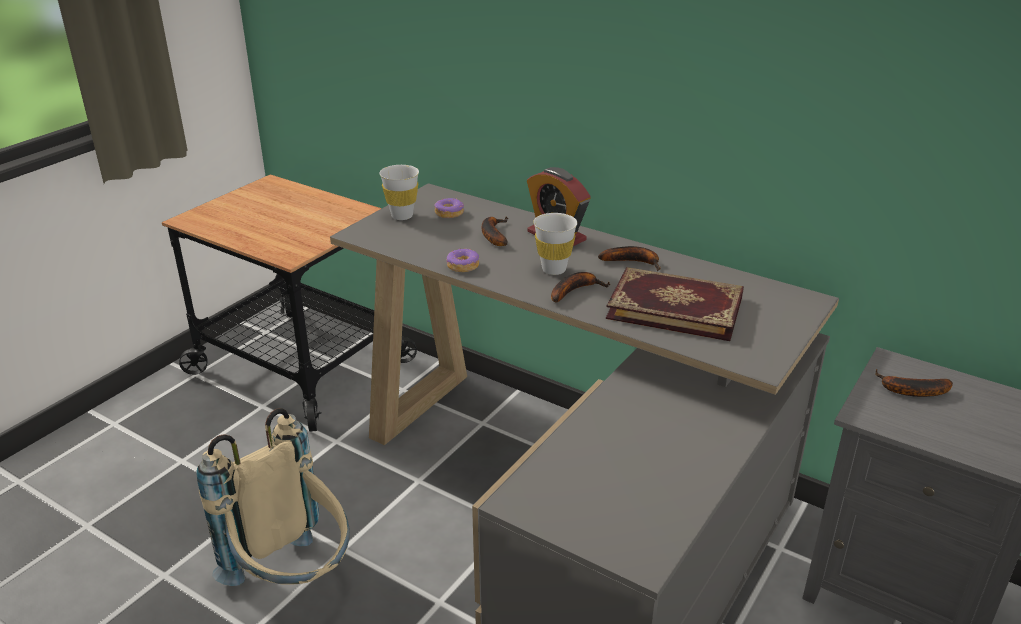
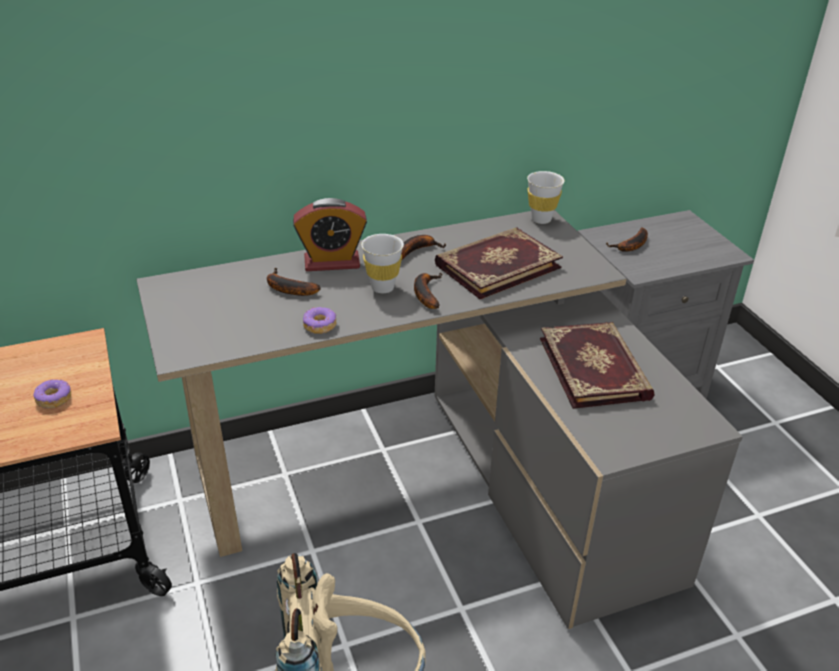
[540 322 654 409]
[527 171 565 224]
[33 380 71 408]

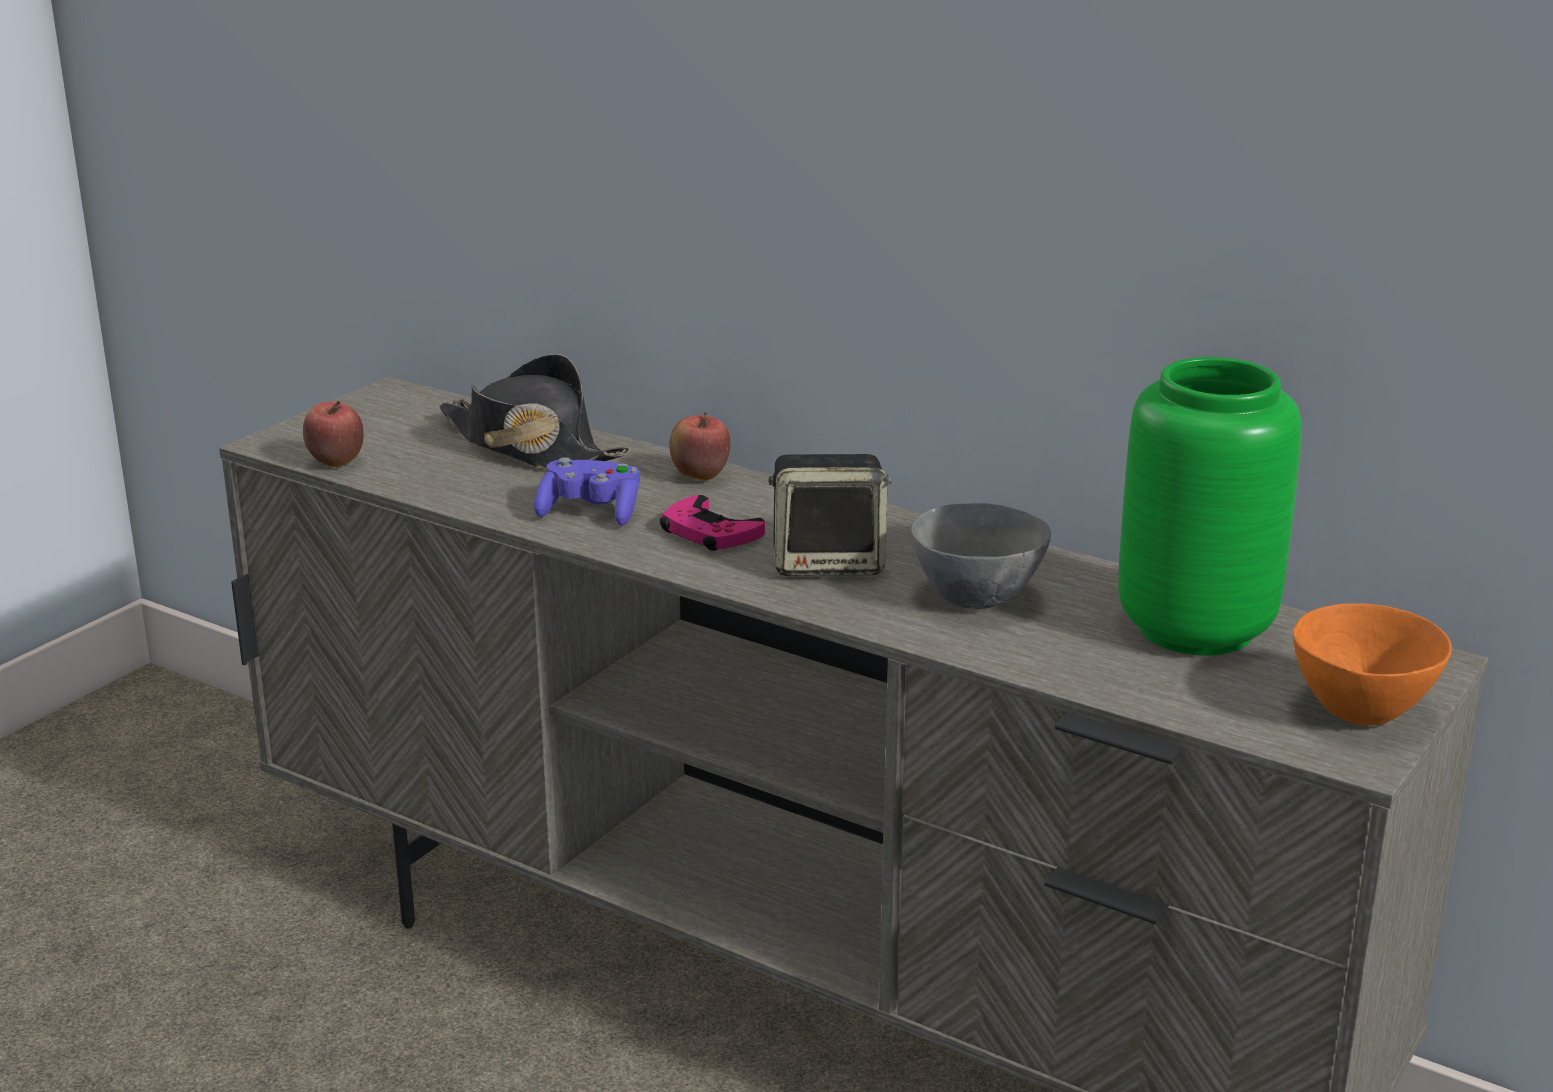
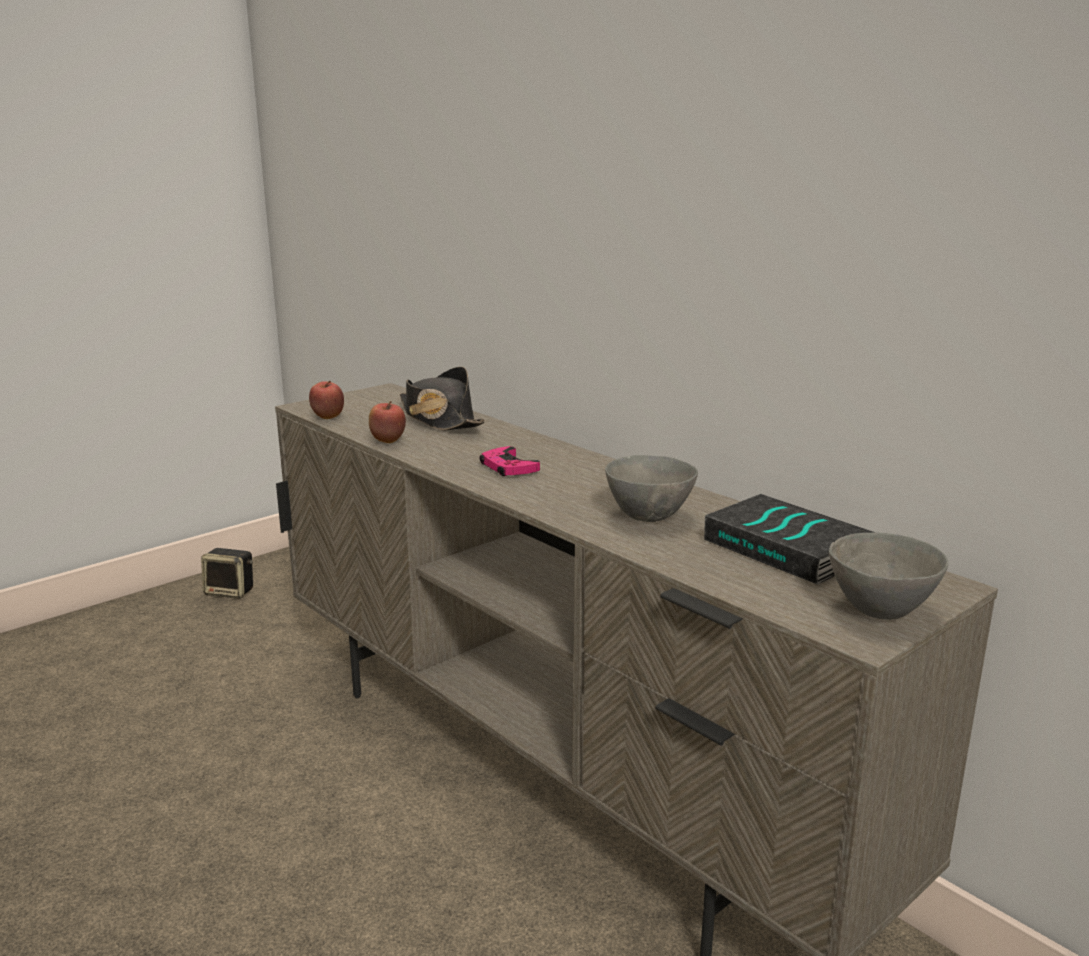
[534 457 640 526] (first image)
[369 401 406 443]
[201 548 253 599]
[704 494 876 585]
[829 532 949 620]

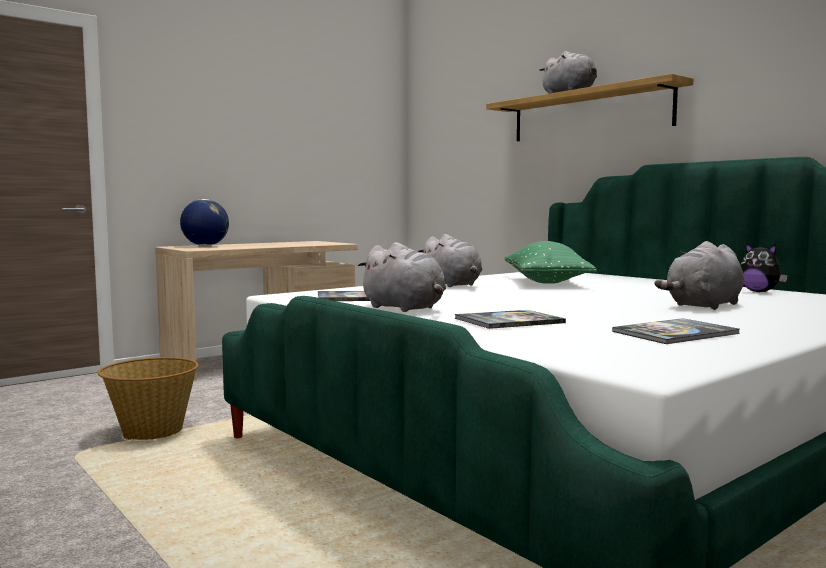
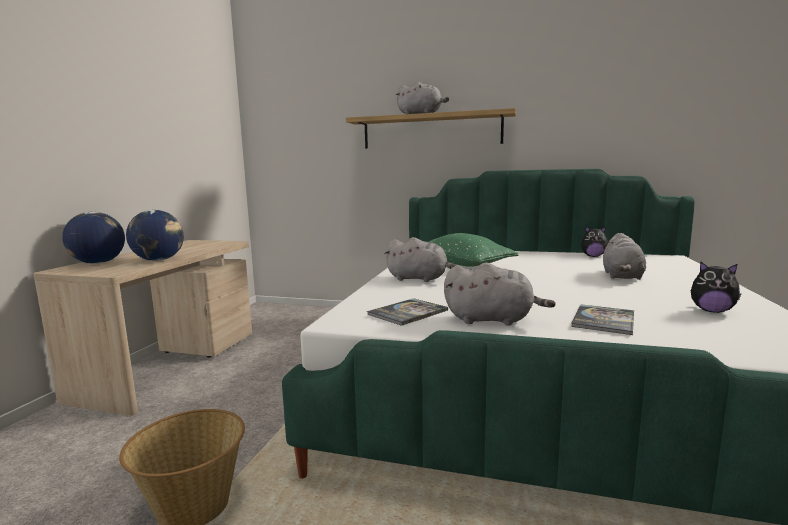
[126 210 184 261]
[691 262 741 313]

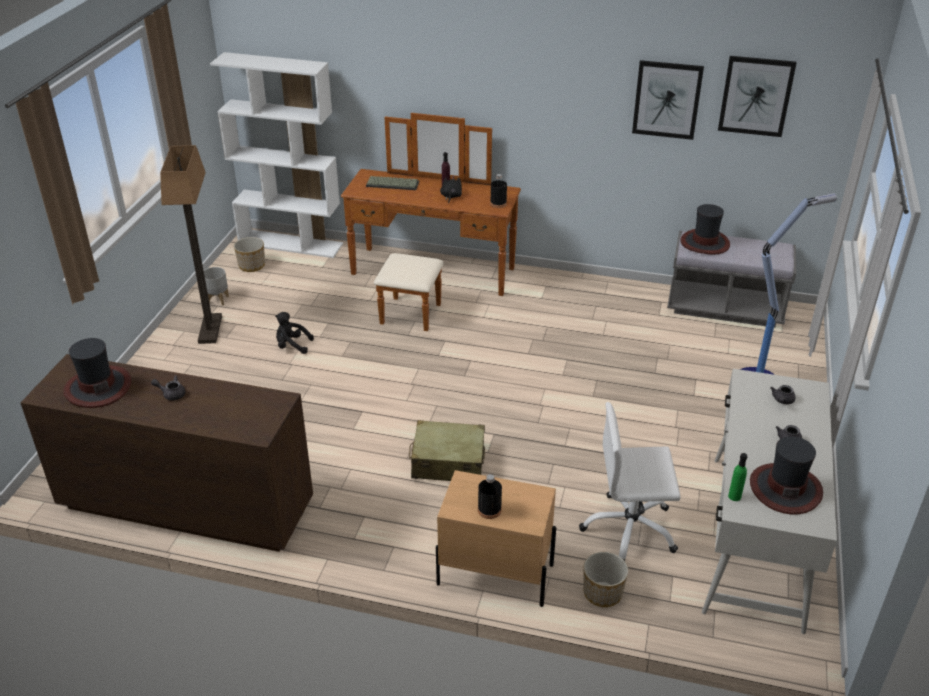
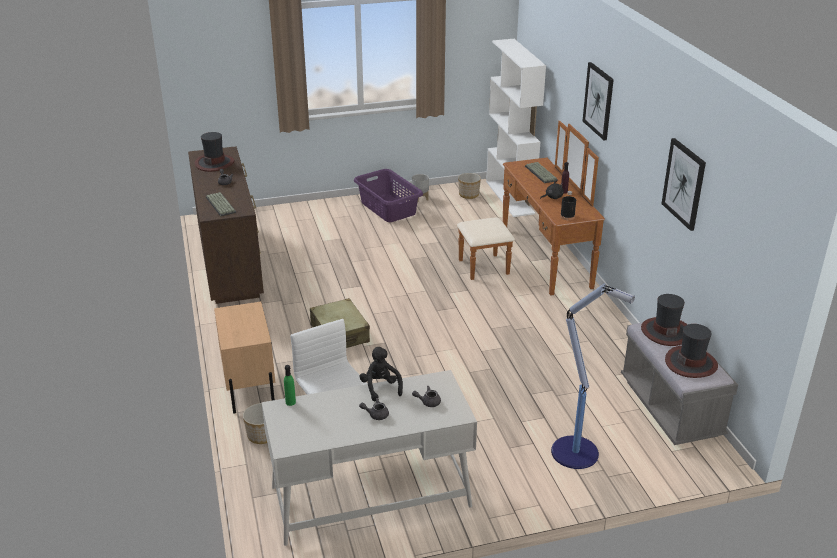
[478 474 502 519] (first image)
[206 192 236 216]
[359 347 403 401]
[583 62 614 140]
[665 324 718 378]
[354 169 423 222]

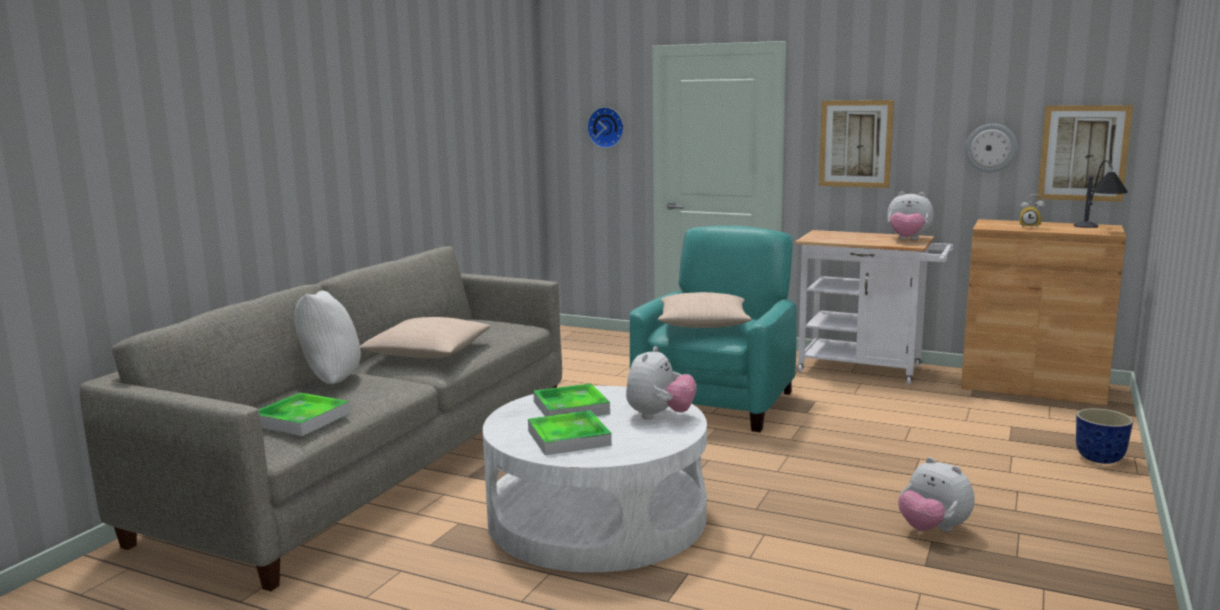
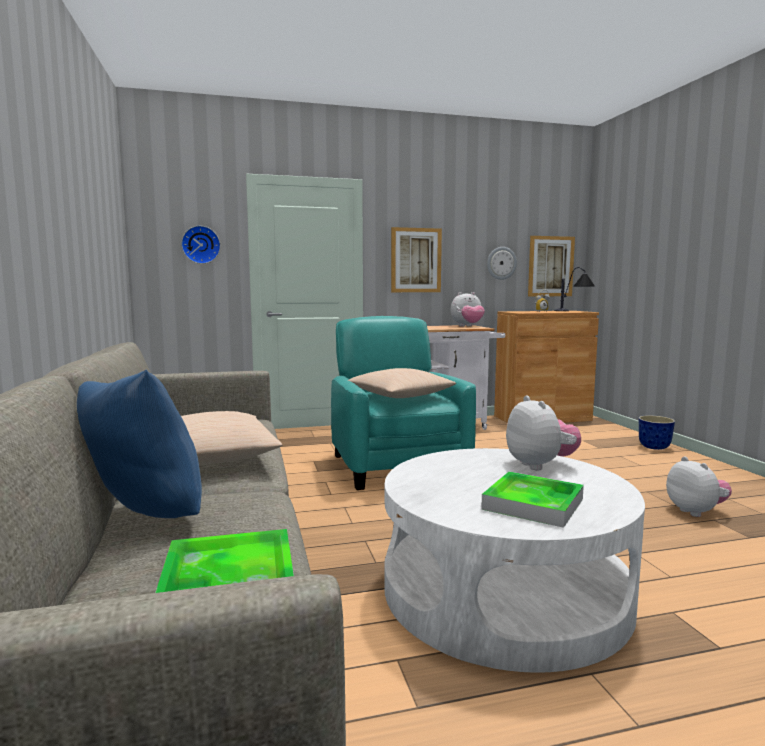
[533 383 610 416] (first image)
[77 369 202 518]
[666 457 732 517]

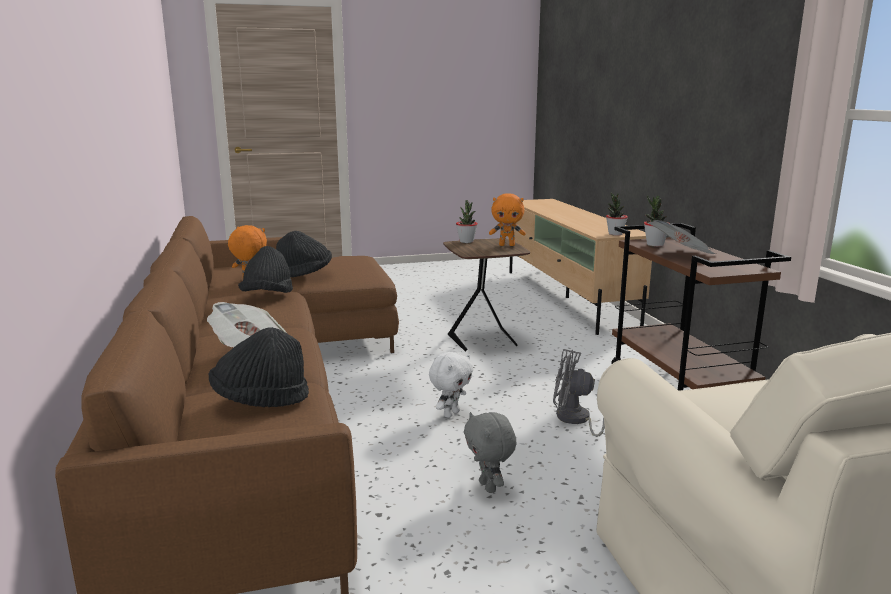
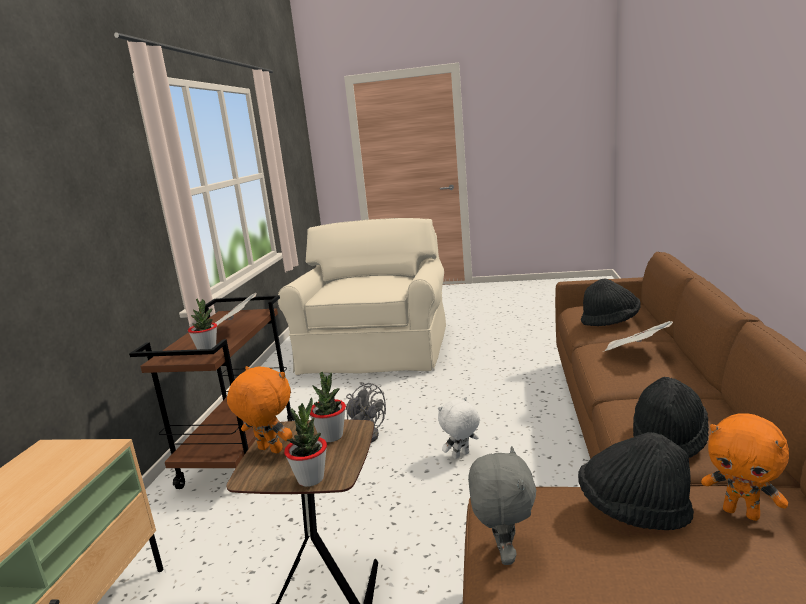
[468 446 536 565]
[310 371 346 442]

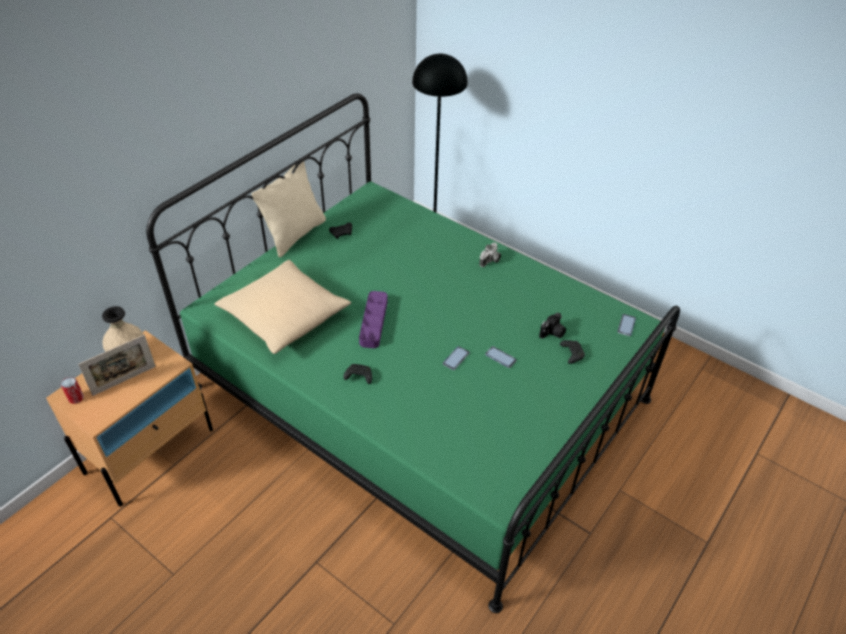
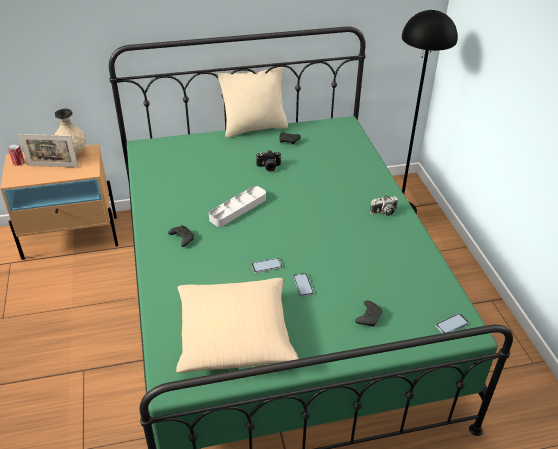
[176 278 299 373]
[256 150 281 172]
[209 186 266 227]

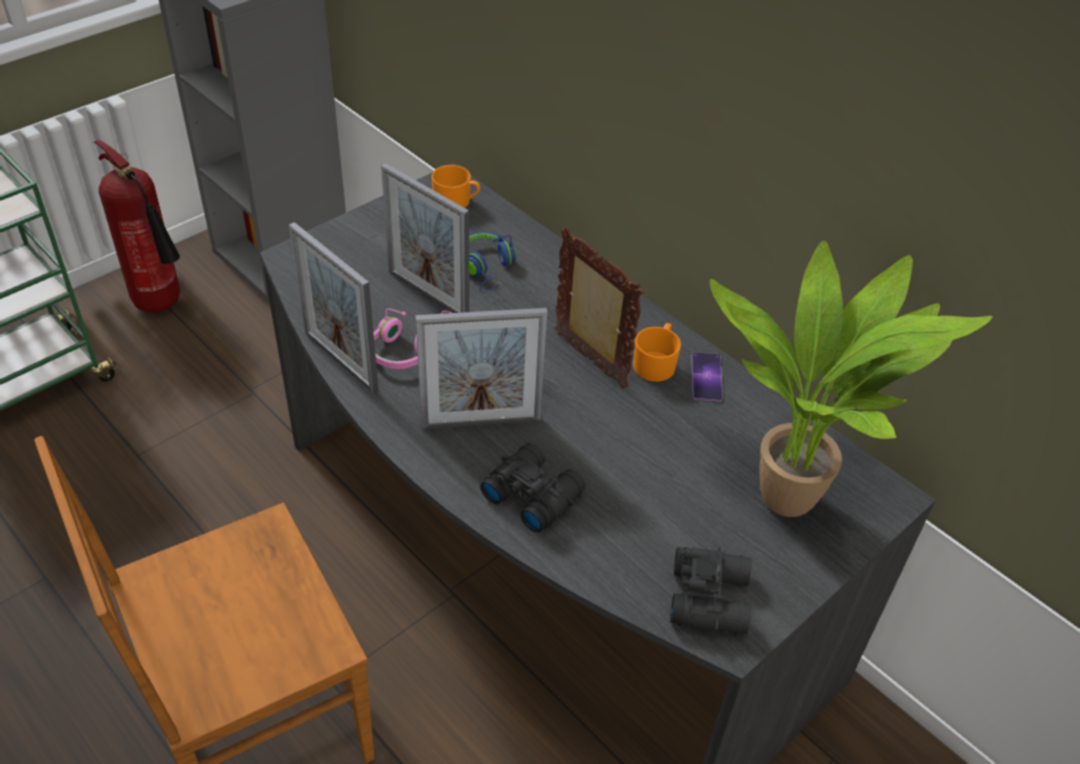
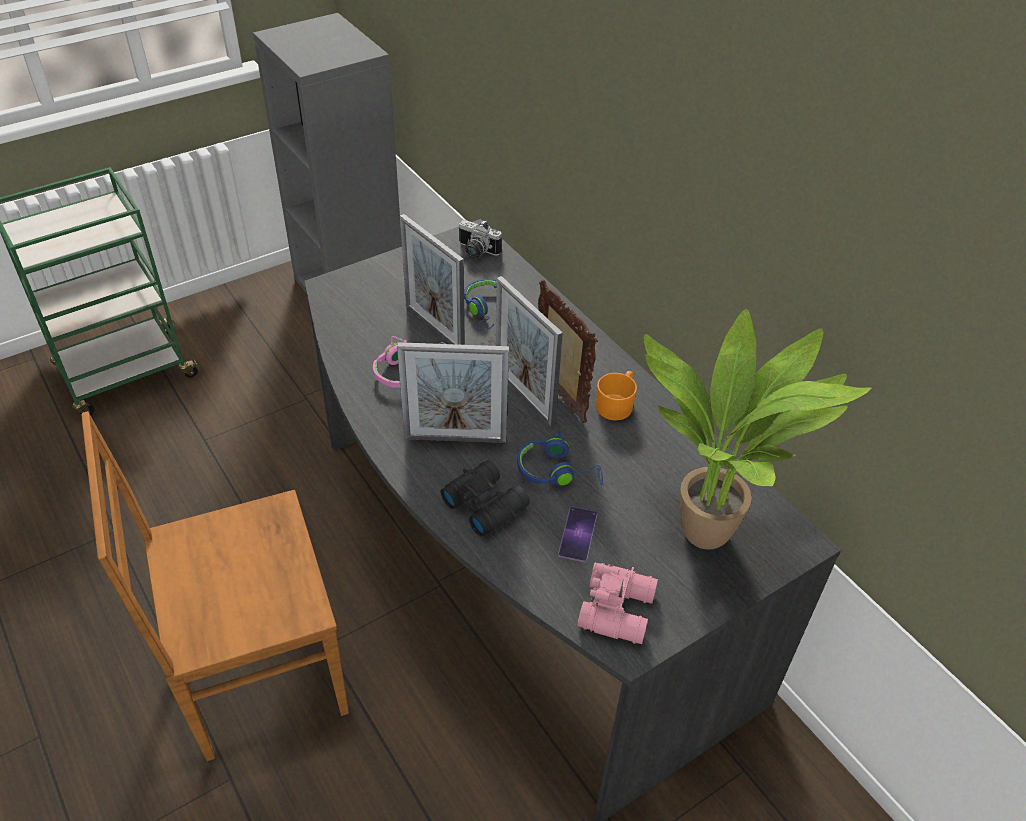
[94 139 180 312] (first image)
[517 429 603 486]
[496 276 563 427]
[558 507 597 562]
[459 220 502 259]
[577 563 658 644]

